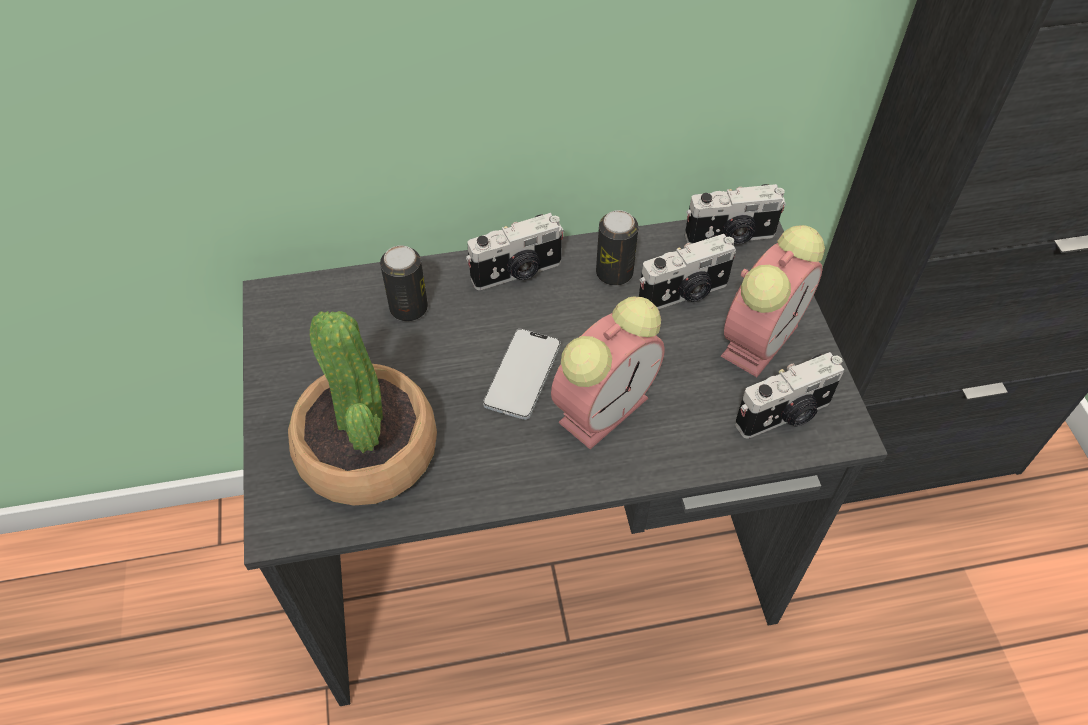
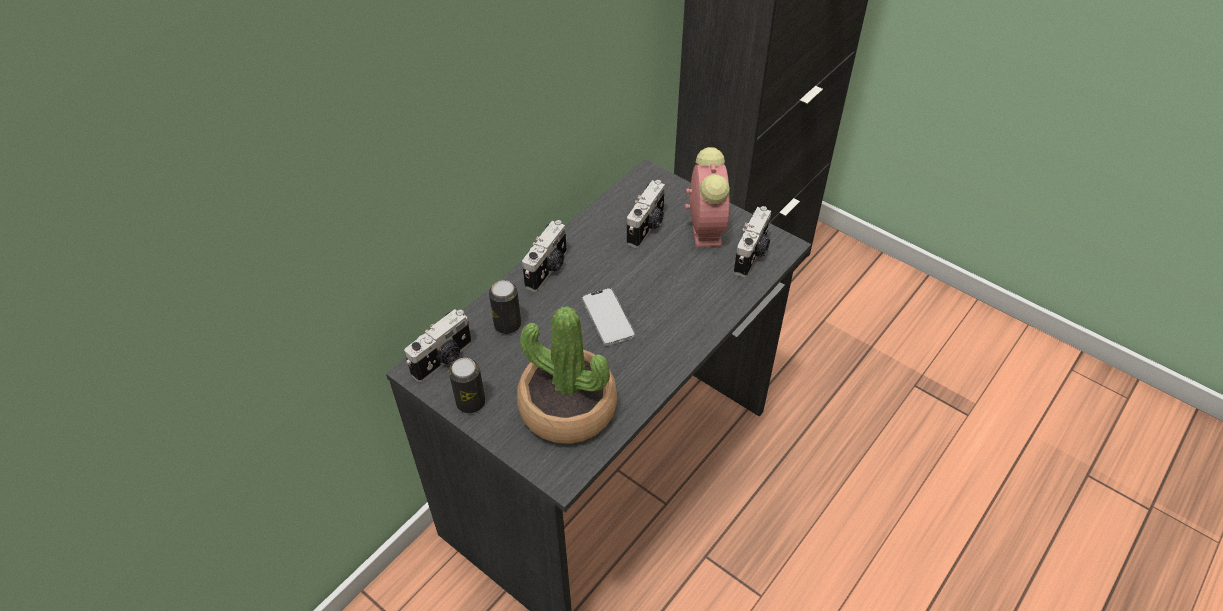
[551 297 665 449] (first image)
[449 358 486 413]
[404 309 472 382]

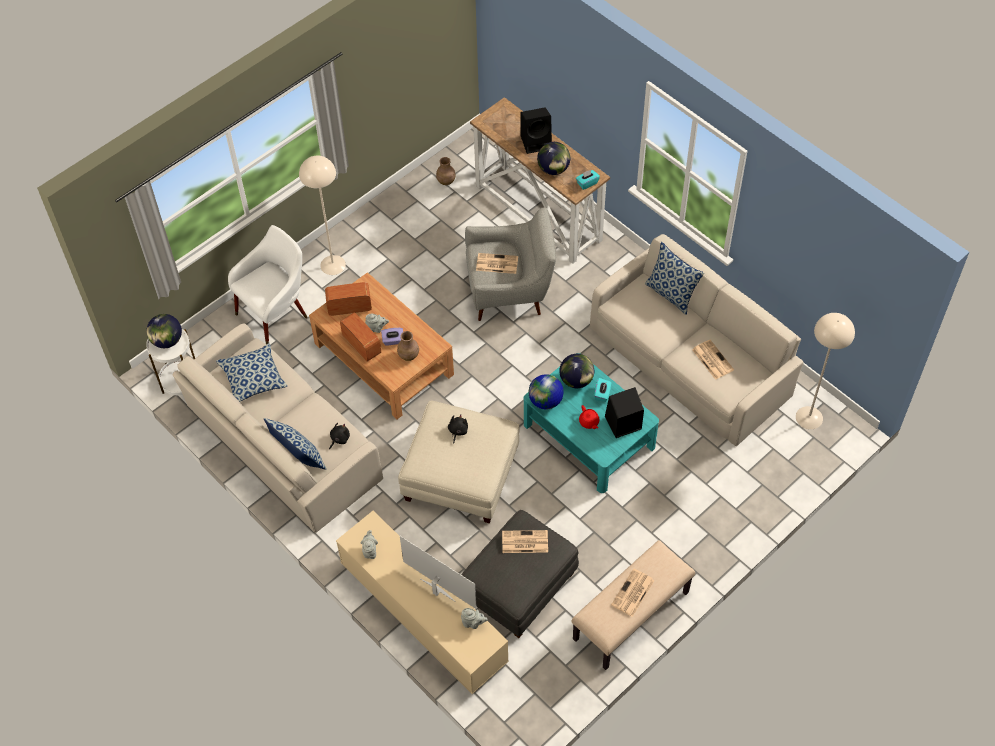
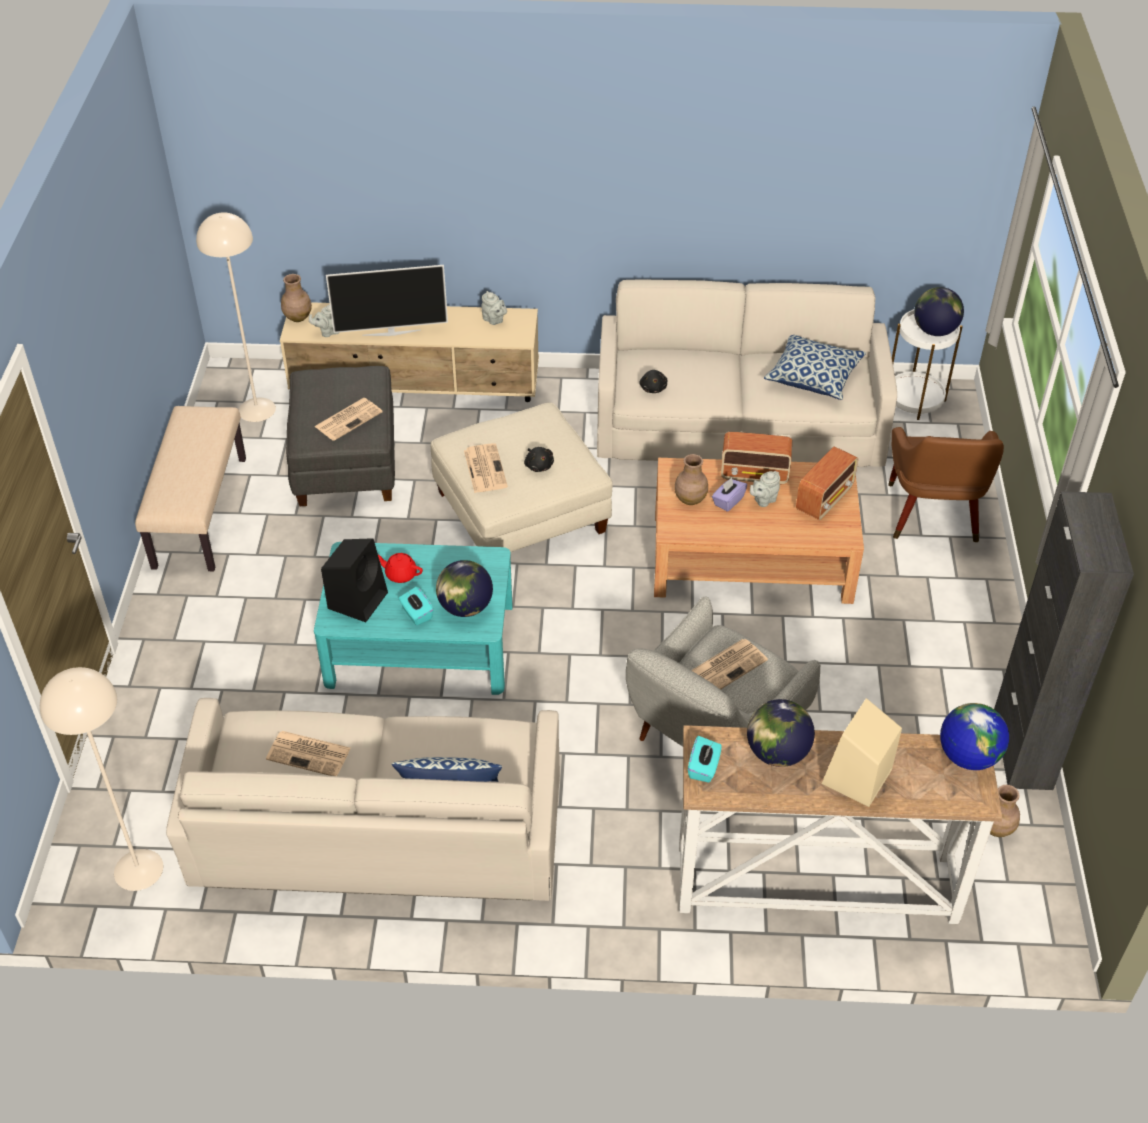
[264 418 326 470] (first image)
[281 274 312 322]
[994 491 1134 790]
[196 213 276 422]
[940 703 1009 770]
[464 443 508 493]
[888 427 1004 542]
[822 698 902 807]

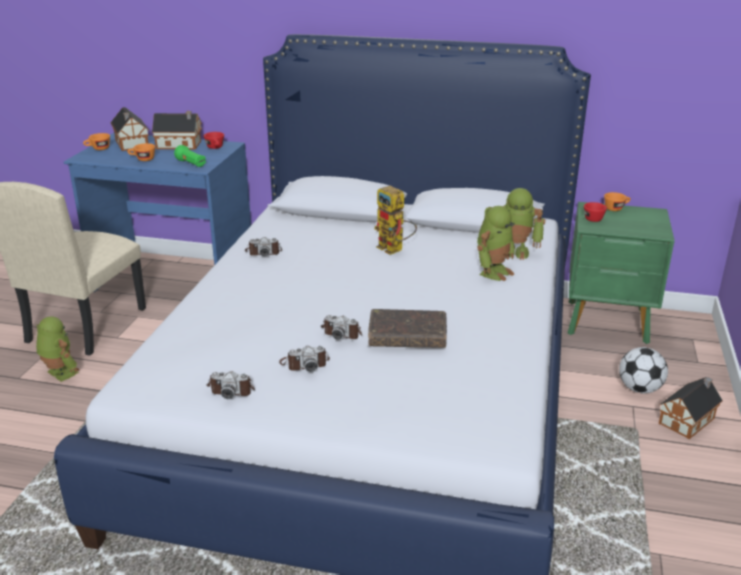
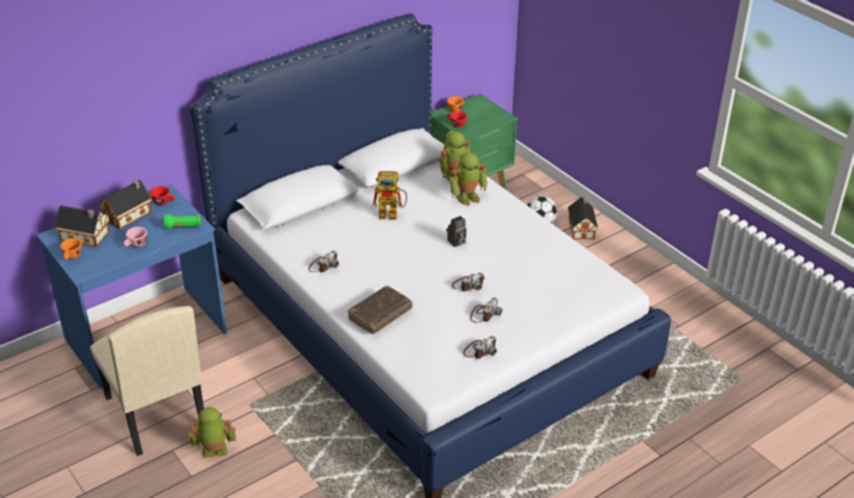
[446 216 466 247]
[348 286 412 334]
[123 227 147 247]
[449 152 487 206]

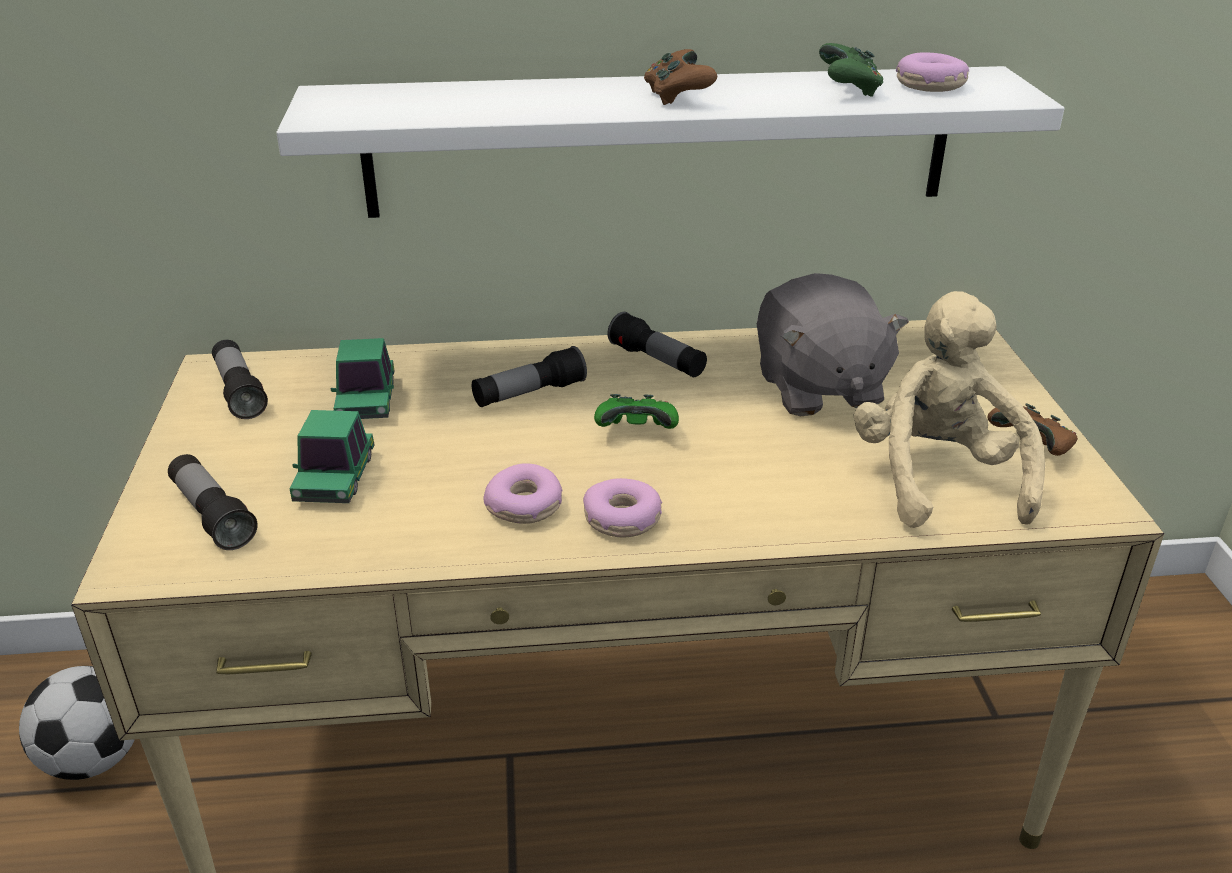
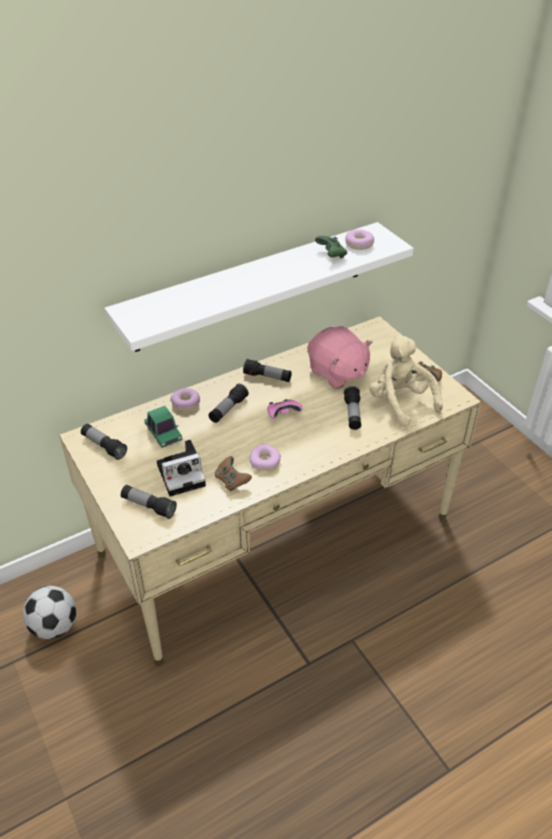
[344 386 361 430]
[171 388 200 411]
[215 456 252 491]
[157 440 206 497]
[267 399 303 419]
[307 326 372 389]

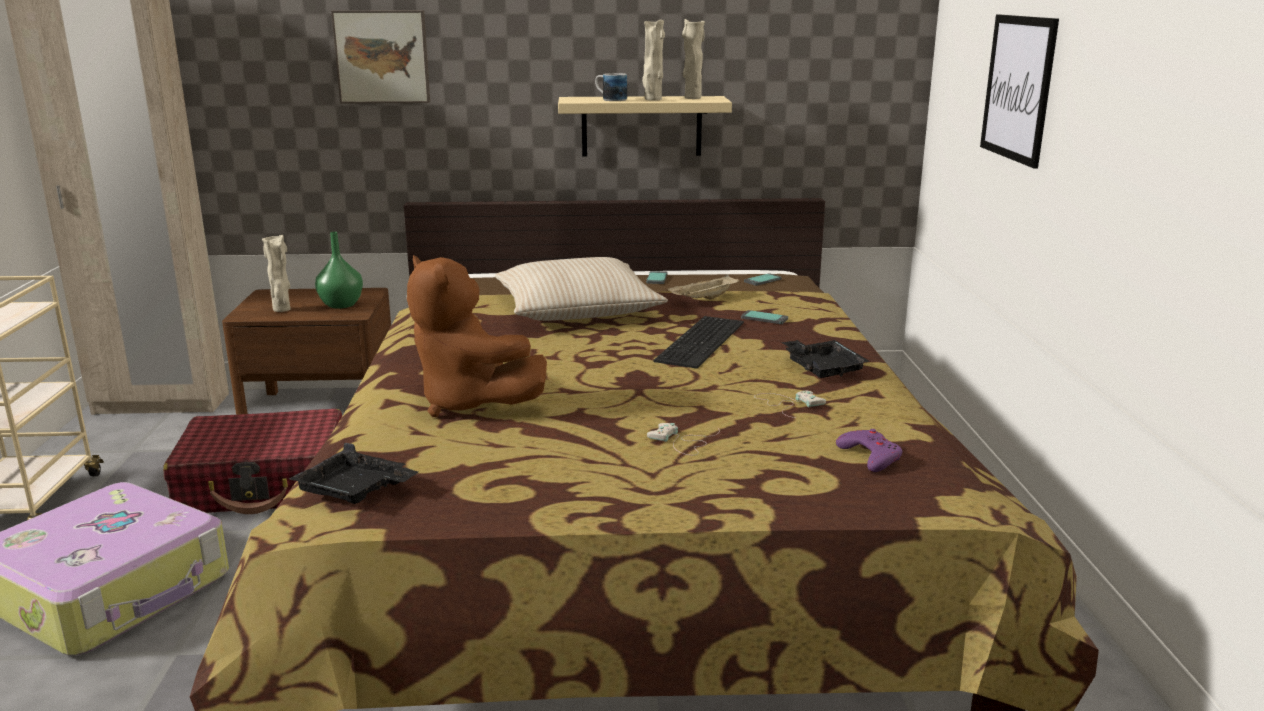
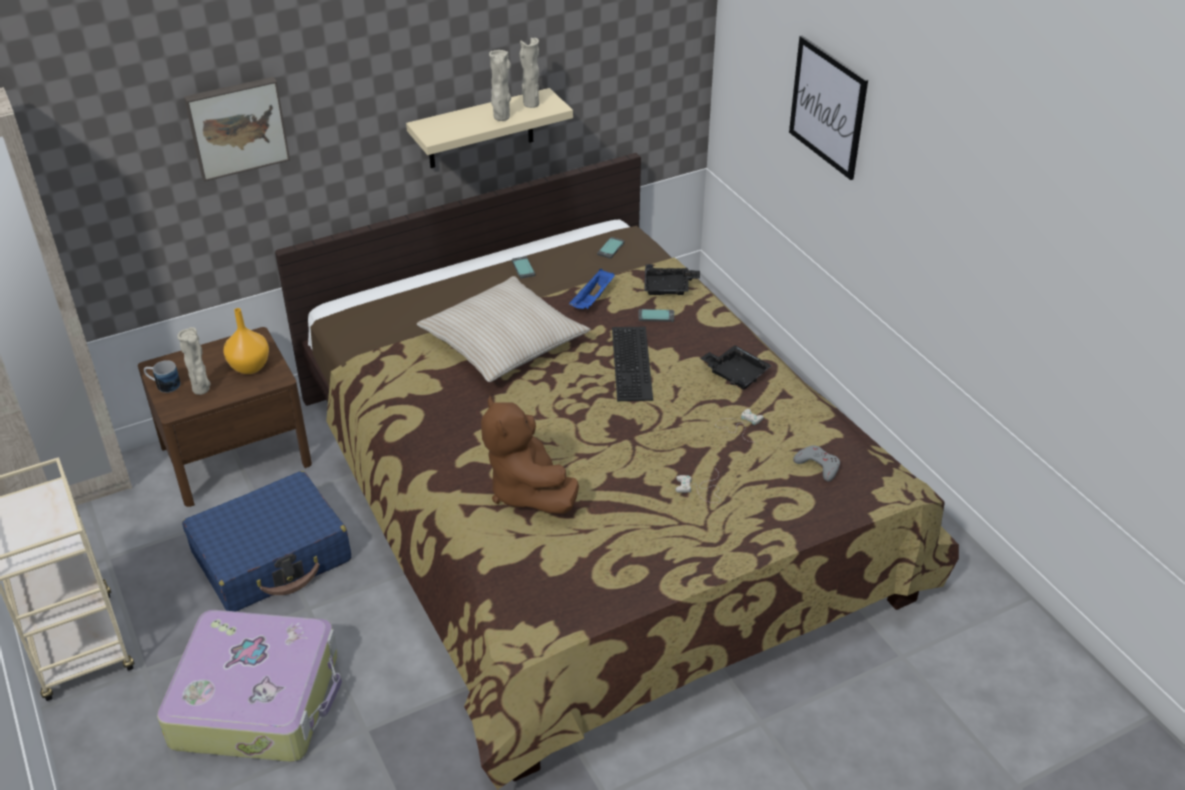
[644 264 700 295]
[144 360 180 393]
[182 471 351 611]
[223 308 269 374]
[569 269 615 309]
[793 445 840 482]
[481 396 579 514]

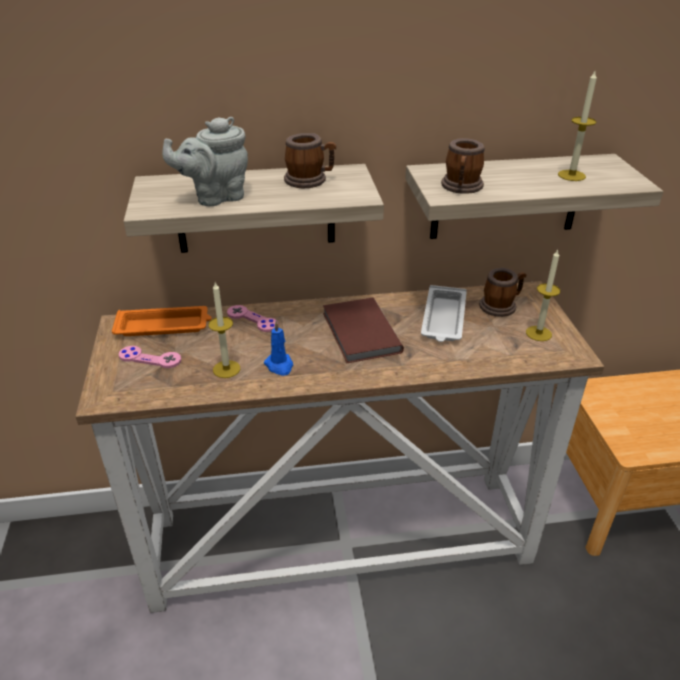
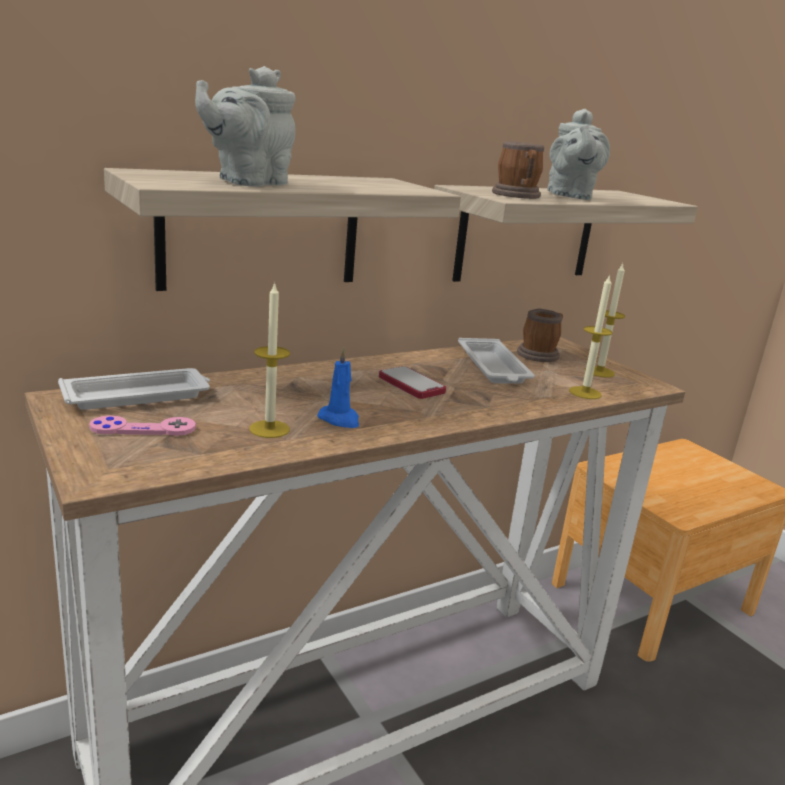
[227 305 278 332] (first image)
[284 133 336 188] (first image)
[547 109 610 200]
[569 274 612 399]
[379 366 446 399]
[58 368 210 410]

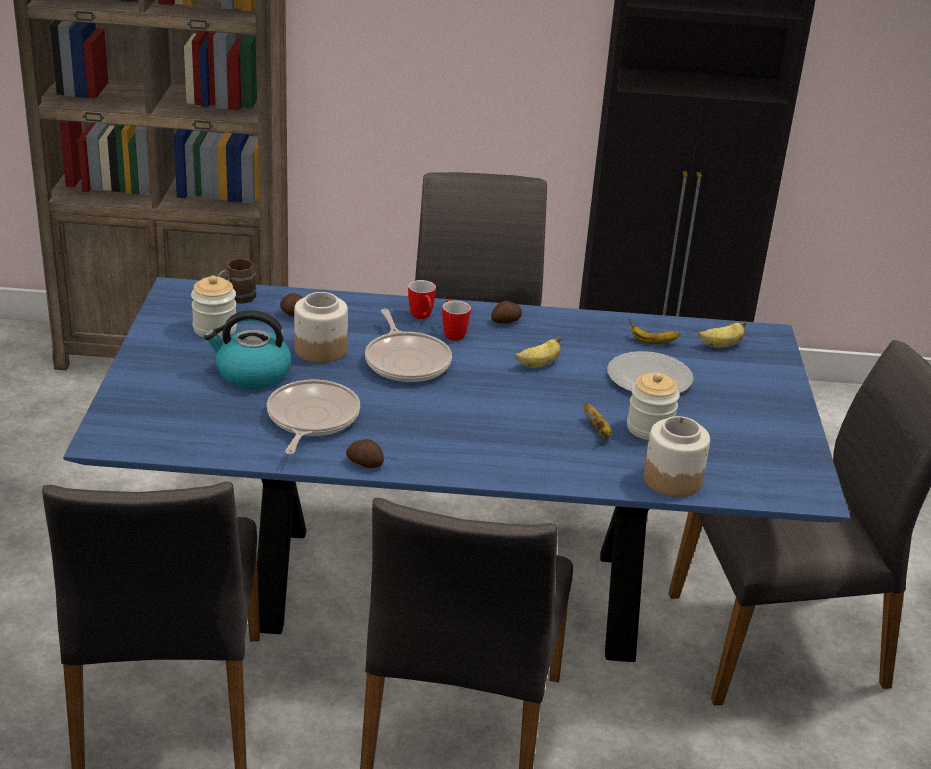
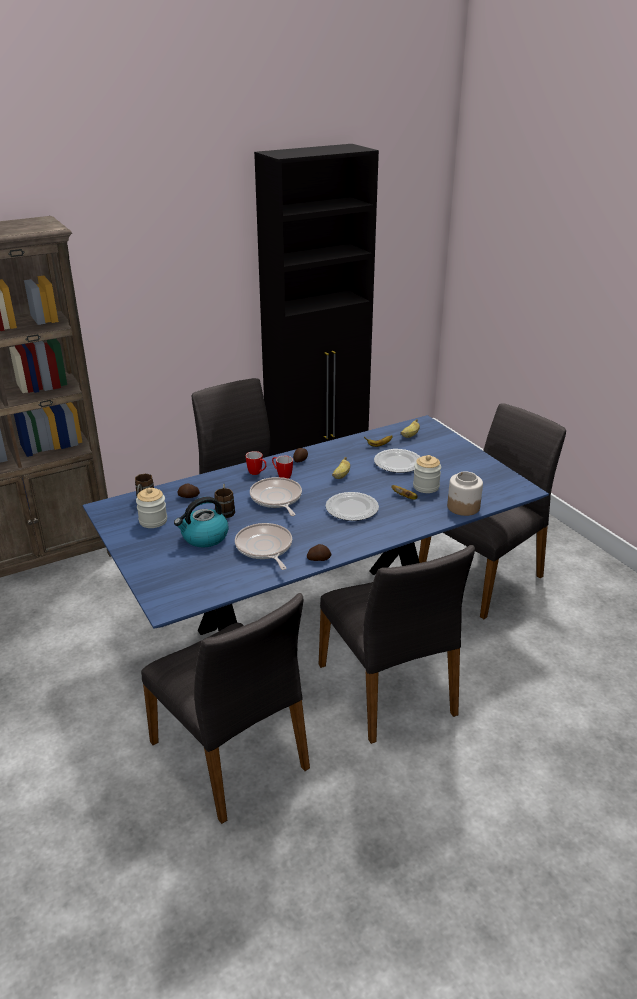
[325 492 379 521]
[214 484 235 518]
[250 477 302 516]

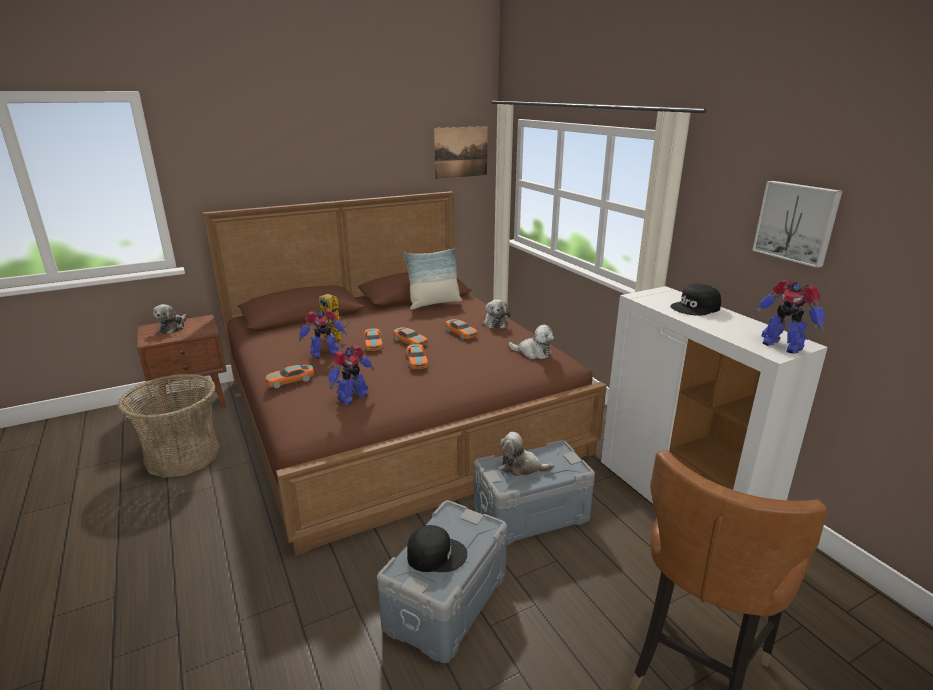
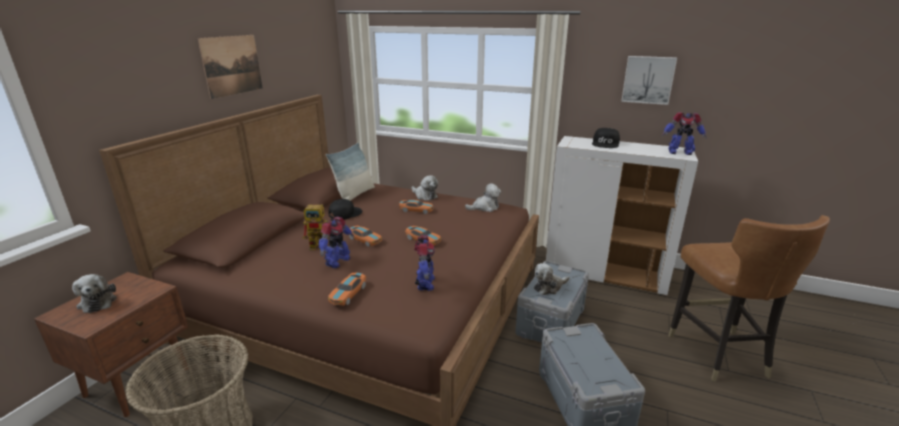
[393 327 428 346] (first image)
[329 199 362 220]
[198 35 263 99]

